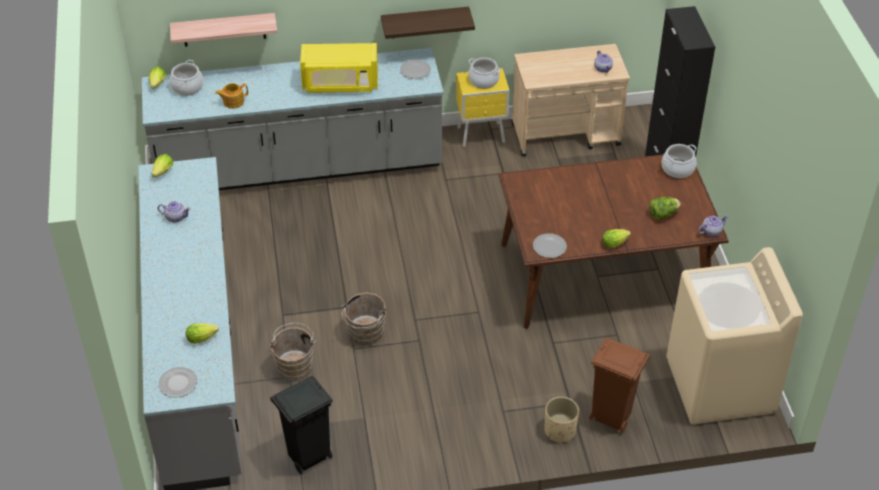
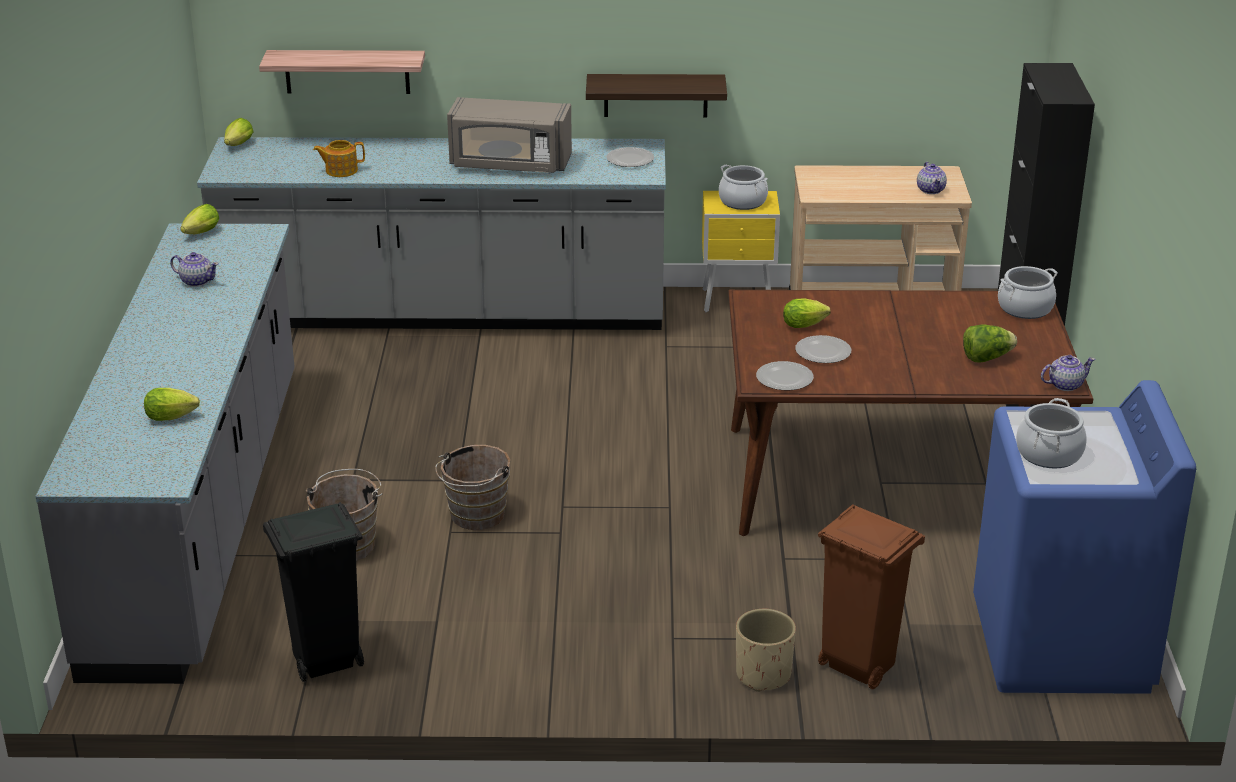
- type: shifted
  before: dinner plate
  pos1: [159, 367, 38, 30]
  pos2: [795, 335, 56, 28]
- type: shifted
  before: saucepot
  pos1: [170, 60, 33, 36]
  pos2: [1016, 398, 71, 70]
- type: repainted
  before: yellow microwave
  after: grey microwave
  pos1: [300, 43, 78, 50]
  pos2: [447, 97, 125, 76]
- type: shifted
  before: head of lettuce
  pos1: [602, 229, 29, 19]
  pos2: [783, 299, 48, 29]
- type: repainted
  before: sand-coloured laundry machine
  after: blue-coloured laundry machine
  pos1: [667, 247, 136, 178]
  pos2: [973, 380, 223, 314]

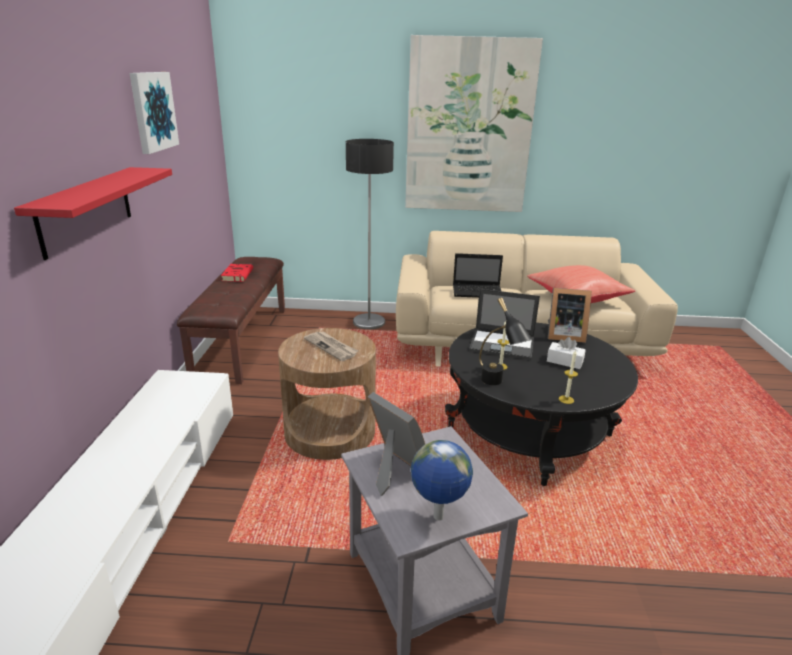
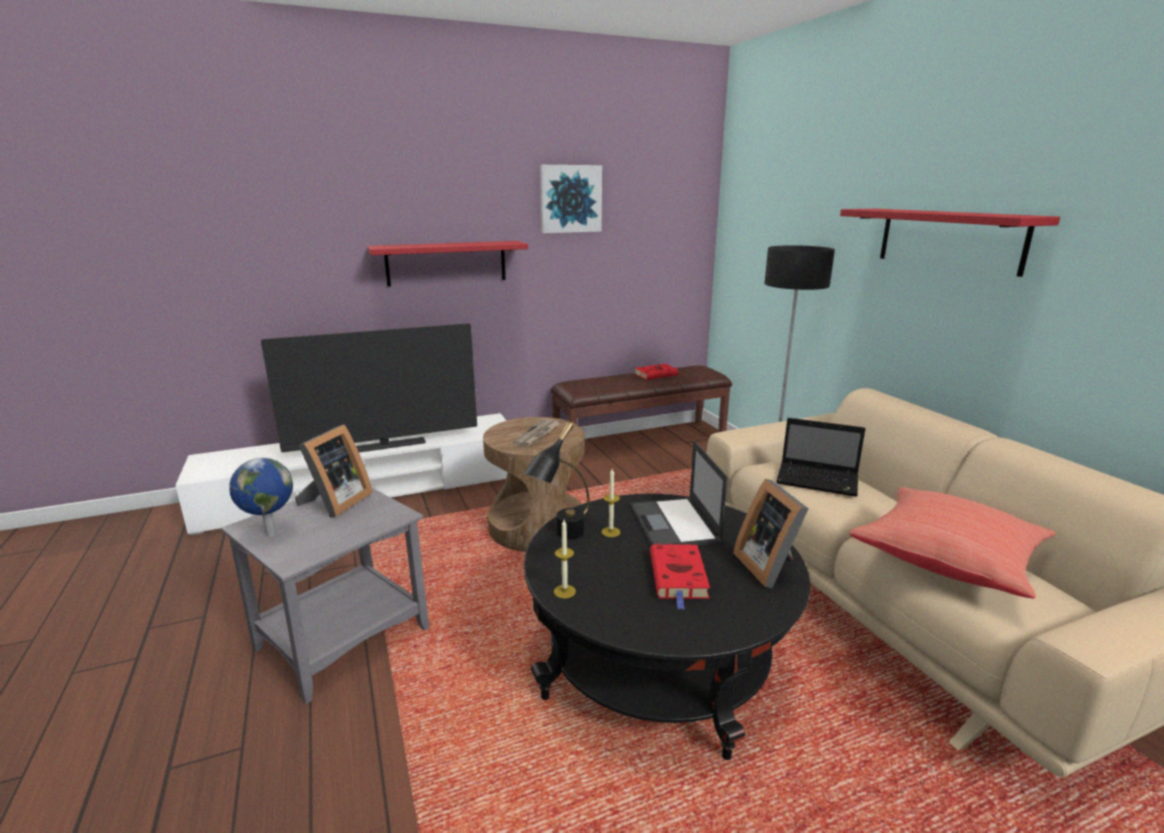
- type: swapped
  before: wall art
  after: red-coloured shelf
  pos1: [405, 35, 138, 177]
  pos2: [840, 209, 220, 68]
- type: rotated
  before: portable computer
  pos1: [453, 253, 50, 45]
  pos2: [776, 418, 89, 79]
  turn: -45
- type: swapped
  before: whitish tissue holder
  after: red-coloured book
  pos1: [547, 337, 39, 32]
  pos2: [650, 544, 60, 66]
- type: new
  after: TV
  pos2: [261, 323, 216, 130]

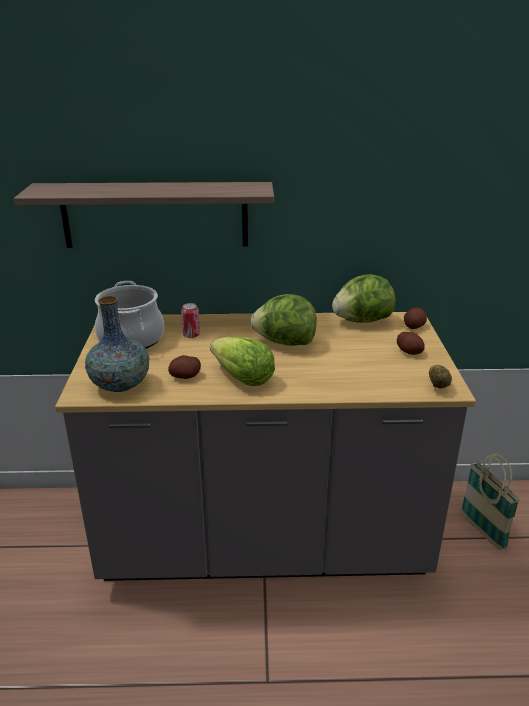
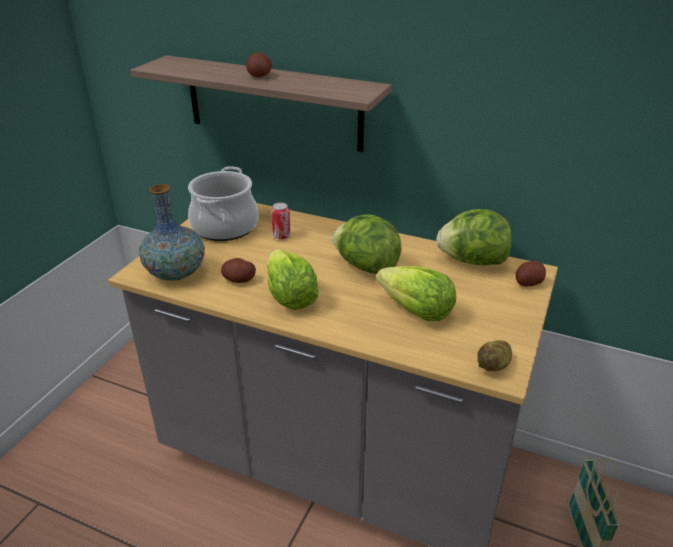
- type: shifted
  before: spud
  pos1: [397, 332, 28, 23]
  pos2: [246, 52, 26, 25]
- type: new
  after: head of lettuce
  pos2: [376, 266, 80, 55]

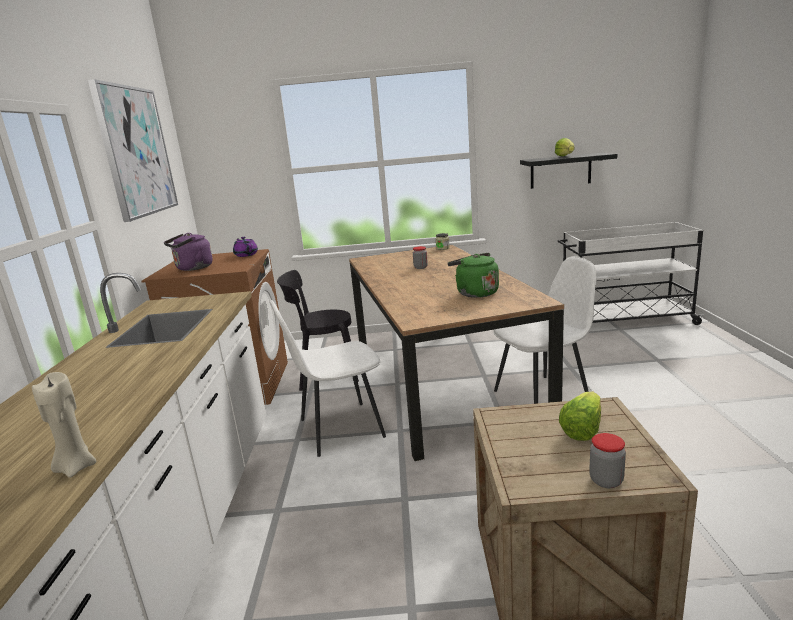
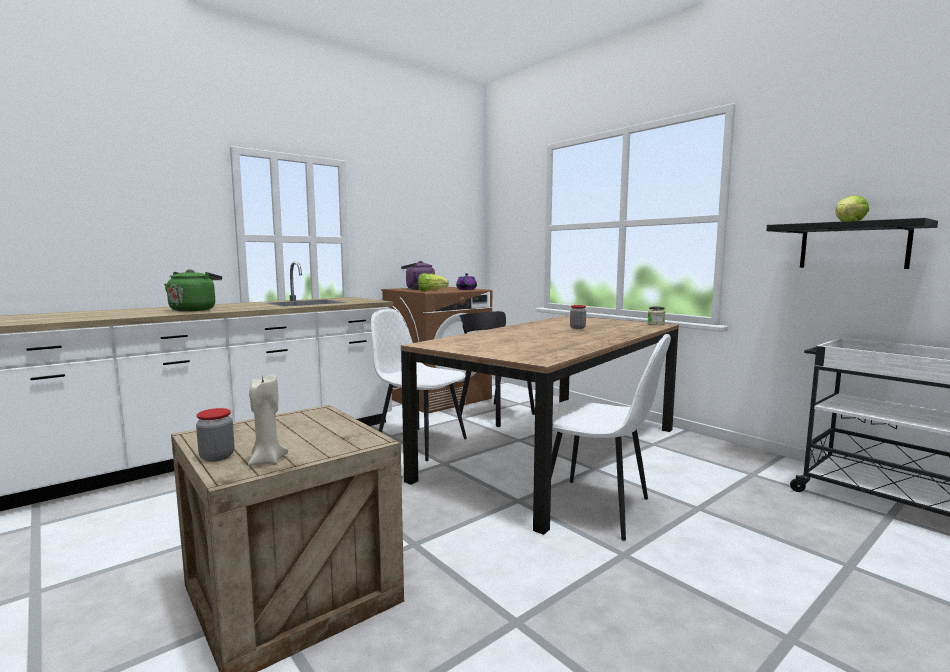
- type: shifted
  before: sand-coloured wax candle
  pos1: [32, 372, 64, 106]
  pos2: [248, 374, 40, 92]
- type: gone
  before: wall art
  pos1: [88, 79, 90, 143]
- type: shifted
  before: greenish tea kettle
  pos1: [448, 253, 51, 45]
  pos2: [164, 269, 58, 43]
- type: shifted
  before: head of lettuce
  pos1: [559, 392, 42, 49]
  pos2: [418, 273, 31, 19]

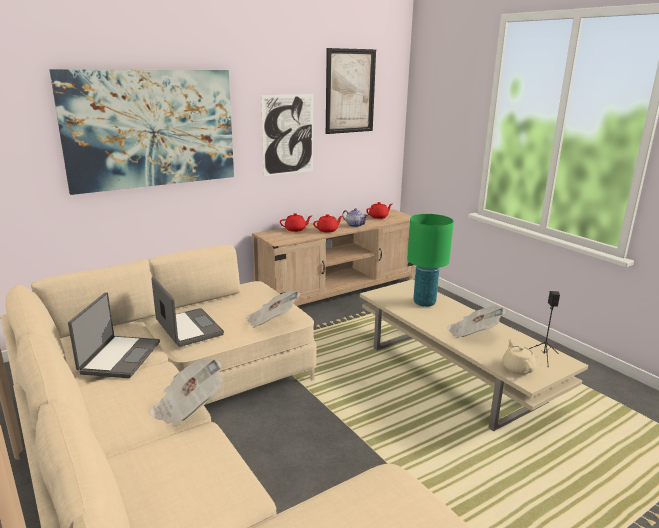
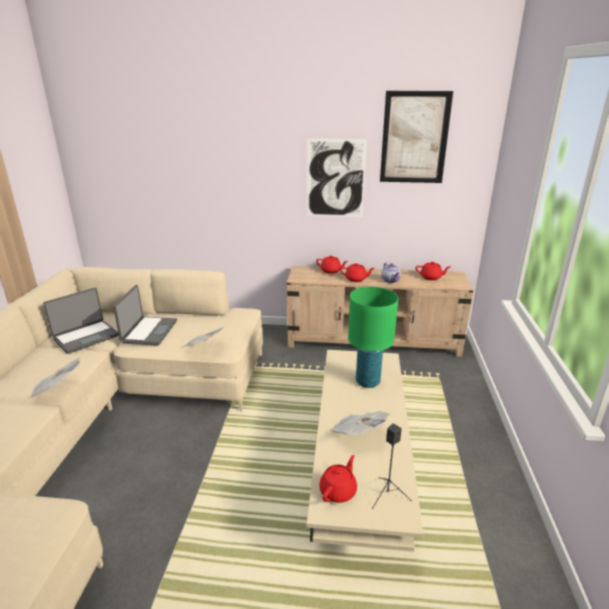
- type: gone
  before: wall art
  pos1: [49, 69, 185, 126]
- type: repainted
  before: sand-coloured pot for tea
  after: red-coloured pot for tea
  pos1: [502, 338, 34, 37]
  pos2: [319, 455, 38, 48]

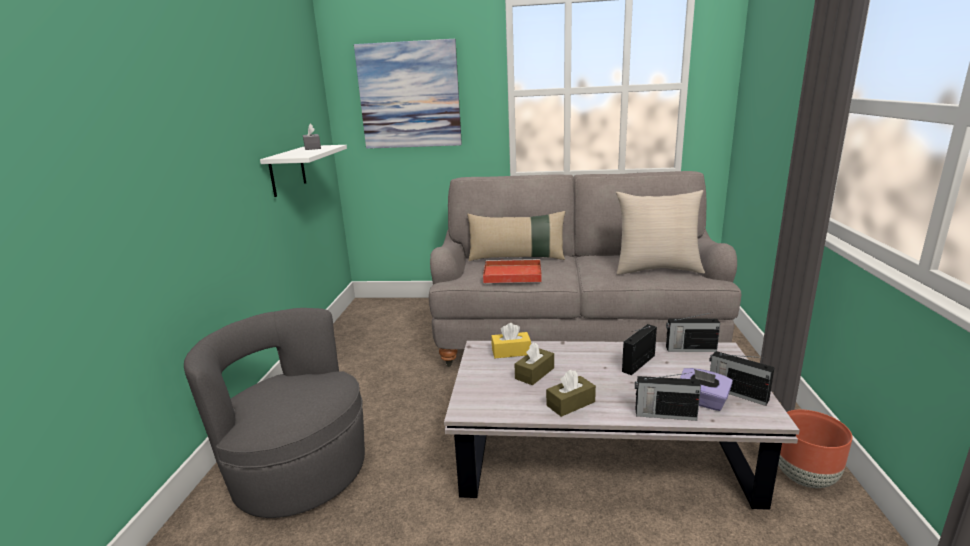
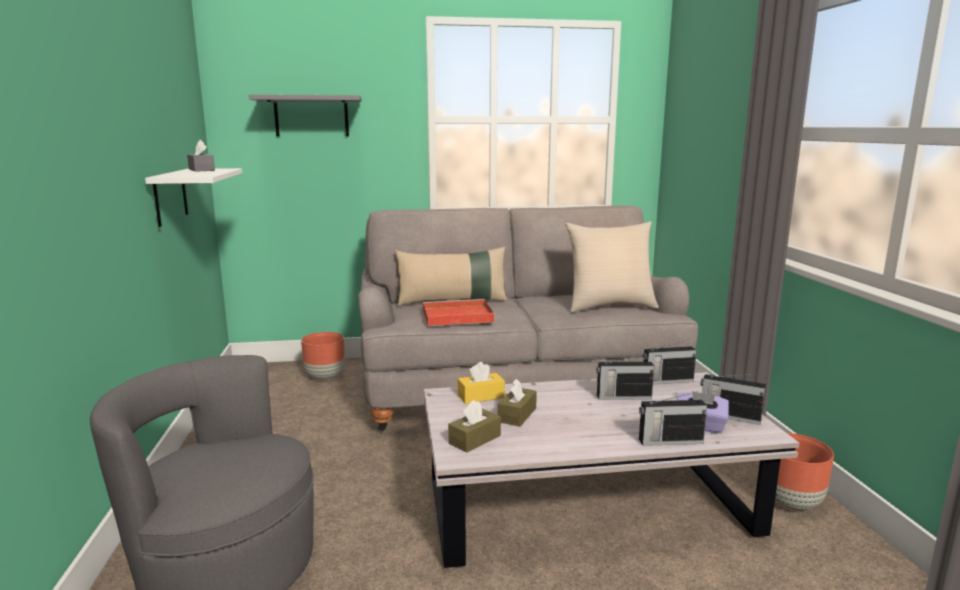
- type: swapped
  before: wall art
  after: grey shelf
  pos1: [354, 39, 108, 110]
  pos2: [249, 94, 113, 42]
- type: shifted
  before: brownish tissue holder
  pos1: [546, 370, 50, 47]
  pos2: [448, 400, 53, 52]
- type: rotated
  before: radio
  pos1: [622, 324, 35, 51]
  pos2: [596, 354, 58, 46]
  turn: -120
- type: new
  after: brownish planter
  pos2: [301, 332, 44, 48]

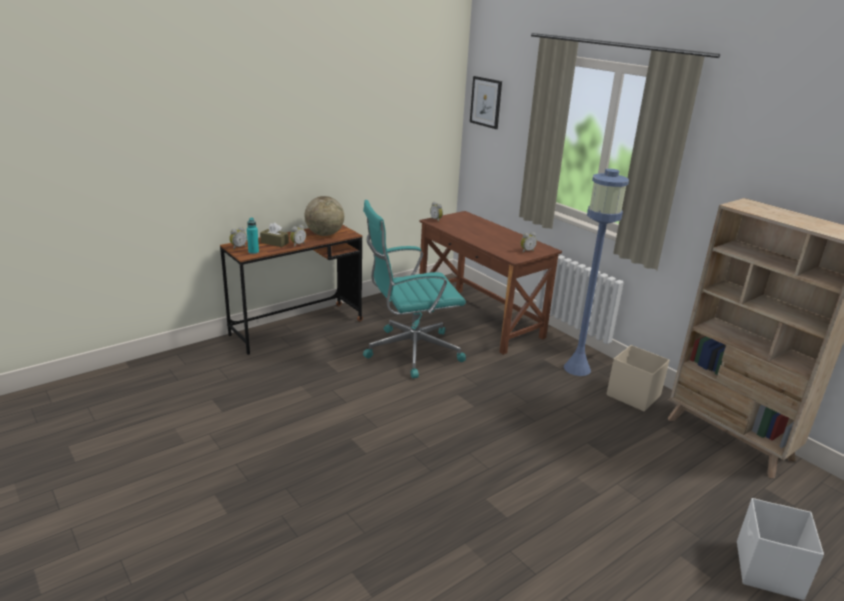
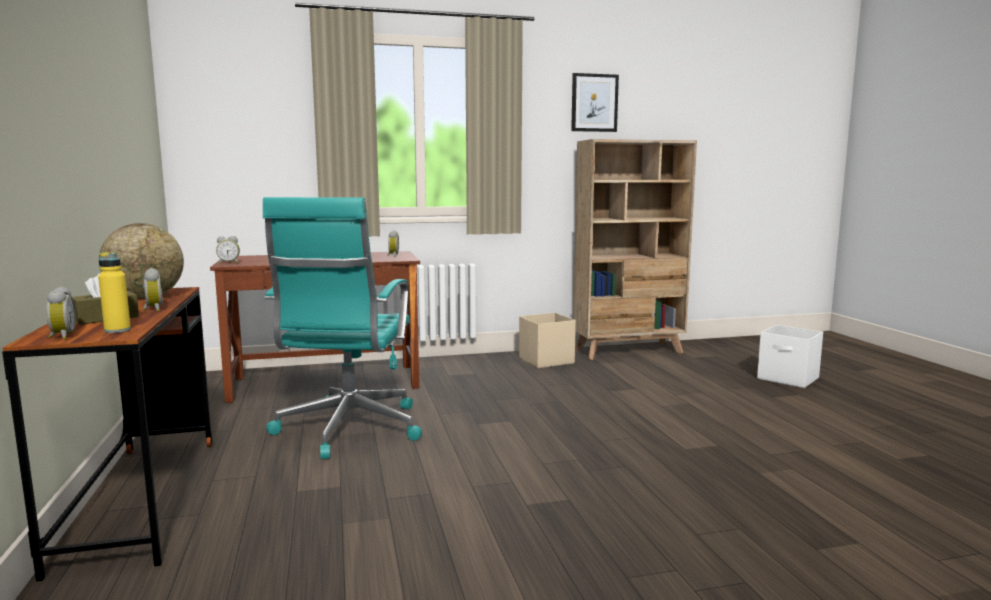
- type: repainted
  before: turquoise bottle
  after: yellow bottle
  pos1: [247, 218, 12, 36]
  pos2: [98, 252, 33, 81]
- type: shifted
  before: wall art
  pos1: [470, 76, 32, 53]
  pos2: [571, 73, 48, 59]
- type: gone
  before: blue-coloured standing lamp
  pos1: [564, 169, 65, 207]

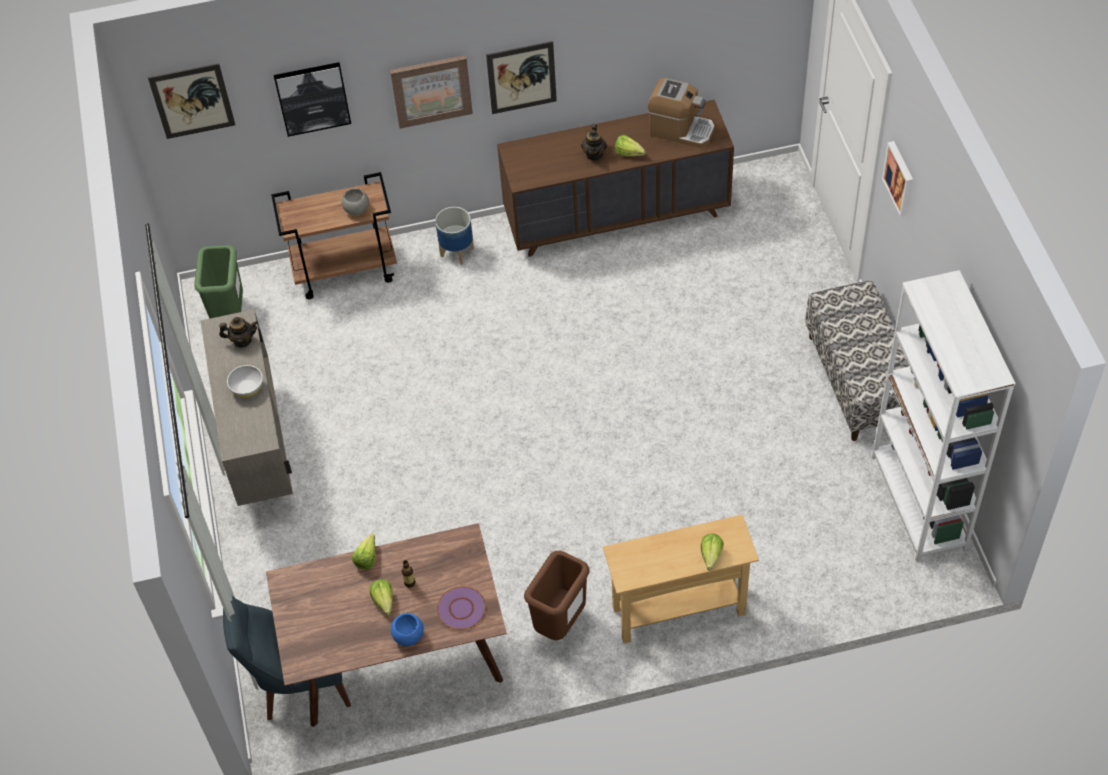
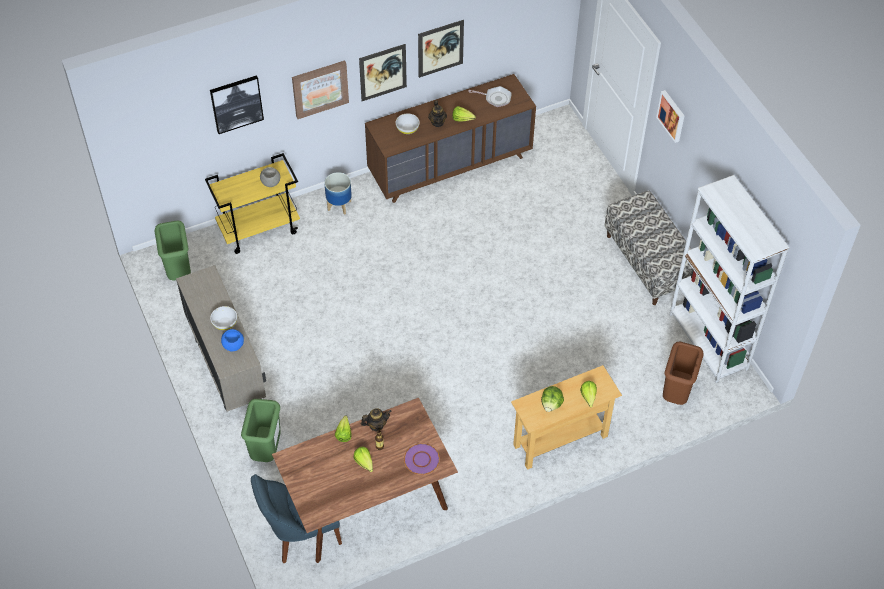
- type: shifted
  before: wall art
  pos1: [148, 63, 87, 76]
  pos2: [418, 20, 46, 58]
- type: shifted
  before: pot for tea
  pos1: [219, 317, 39, 31]
  pos2: [361, 408, 30, 23]
- type: repainted
  before: brownish cart
  after: yellow cart
  pos1: [271, 172, 126, 127]
  pos2: [205, 153, 95, 101]
- type: shifted
  before: blue-coloured serving bowl
  pos1: [391, 613, 33, 33]
  pos2: [221, 329, 23, 22]
- type: shifted
  before: brownish waste bin
  pos1: [524, 551, 65, 89]
  pos2: [663, 342, 41, 63]
- type: swapped
  before: coffee maker
  after: skillet
  pos1: [648, 78, 67, 70]
  pos2: [468, 86, 43, 21]
- type: new
  after: greenish waste bin
  pos2: [241, 399, 39, 63]
- type: new
  after: whitish serving bowl
  pos2: [396, 114, 24, 20]
- type: new
  after: head of lettuce
  pos2: [541, 386, 23, 26]

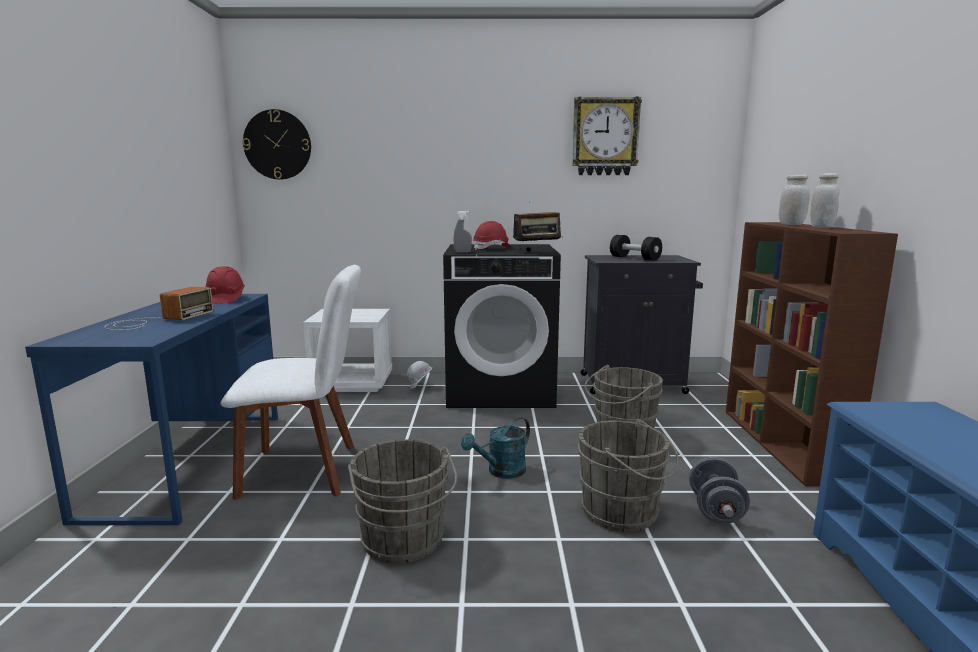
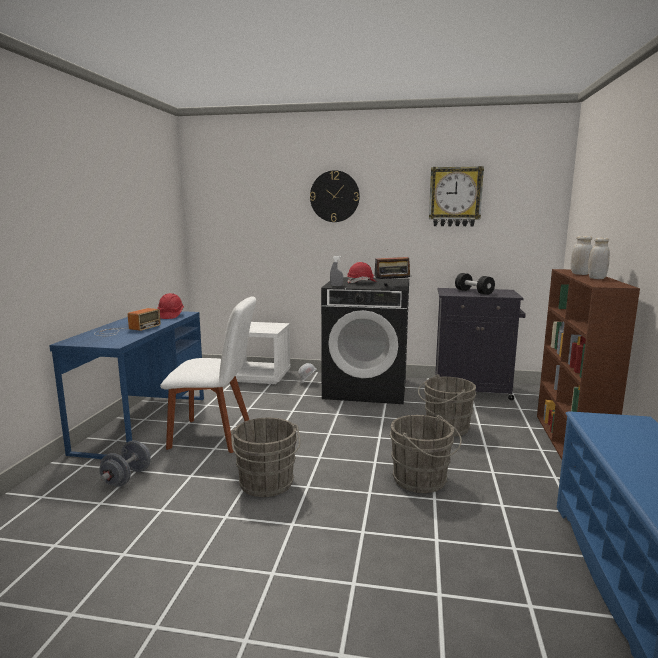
- type: shifted
  before: clock on the wall
  pos1: [242, 109, 69, 71]
  pos2: [310, 170, 50, 52]
- type: gone
  before: turquoise sprinkling can
  pos1: [461, 417, 69, 62]
- type: shifted
  before: grey dumbbell
  pos1: [689, 457, 61, 67]
  pos2: [99, 440, 52, 47]

